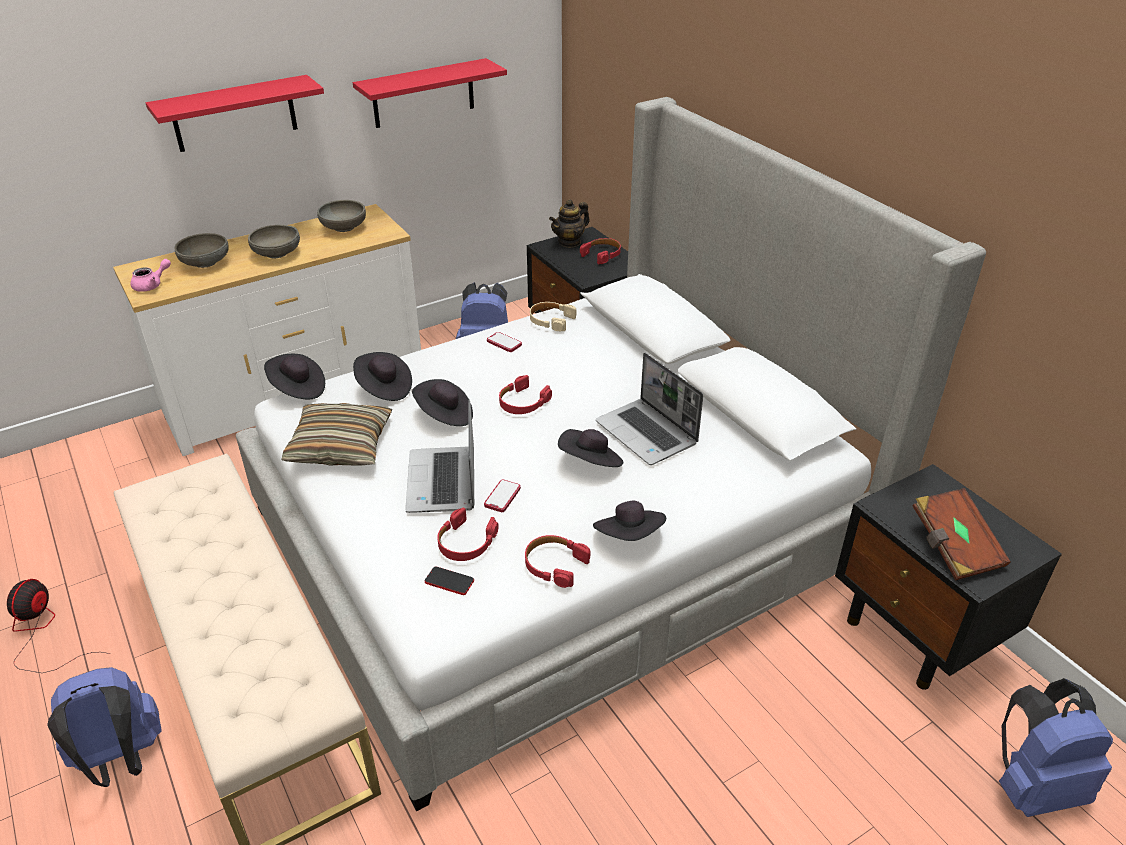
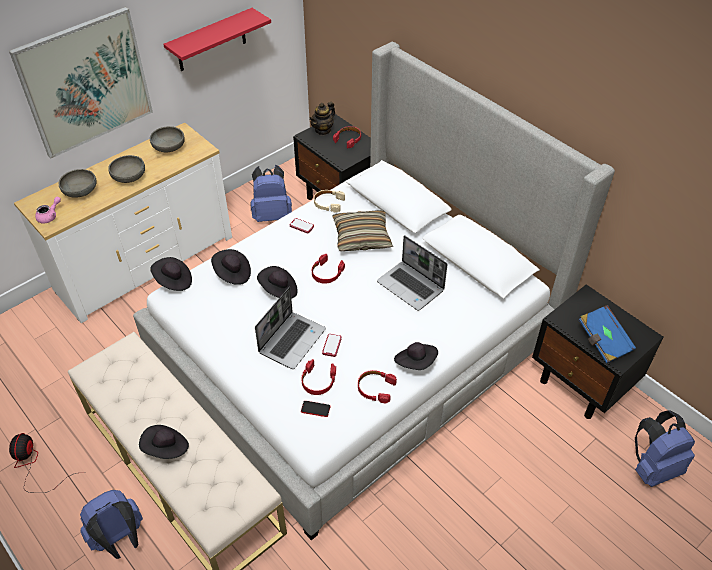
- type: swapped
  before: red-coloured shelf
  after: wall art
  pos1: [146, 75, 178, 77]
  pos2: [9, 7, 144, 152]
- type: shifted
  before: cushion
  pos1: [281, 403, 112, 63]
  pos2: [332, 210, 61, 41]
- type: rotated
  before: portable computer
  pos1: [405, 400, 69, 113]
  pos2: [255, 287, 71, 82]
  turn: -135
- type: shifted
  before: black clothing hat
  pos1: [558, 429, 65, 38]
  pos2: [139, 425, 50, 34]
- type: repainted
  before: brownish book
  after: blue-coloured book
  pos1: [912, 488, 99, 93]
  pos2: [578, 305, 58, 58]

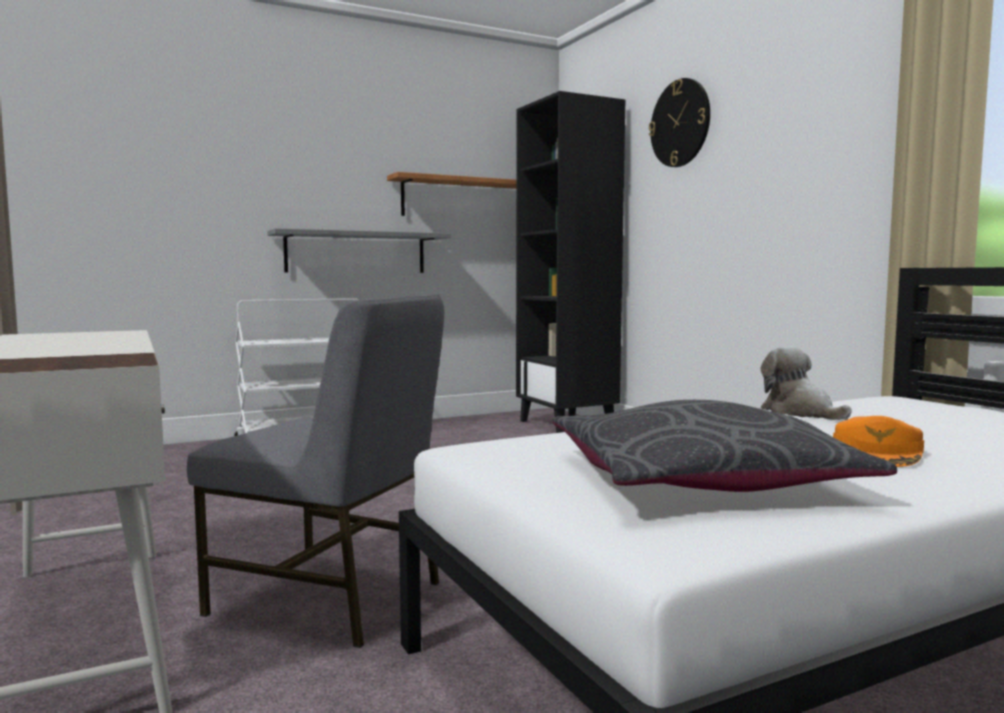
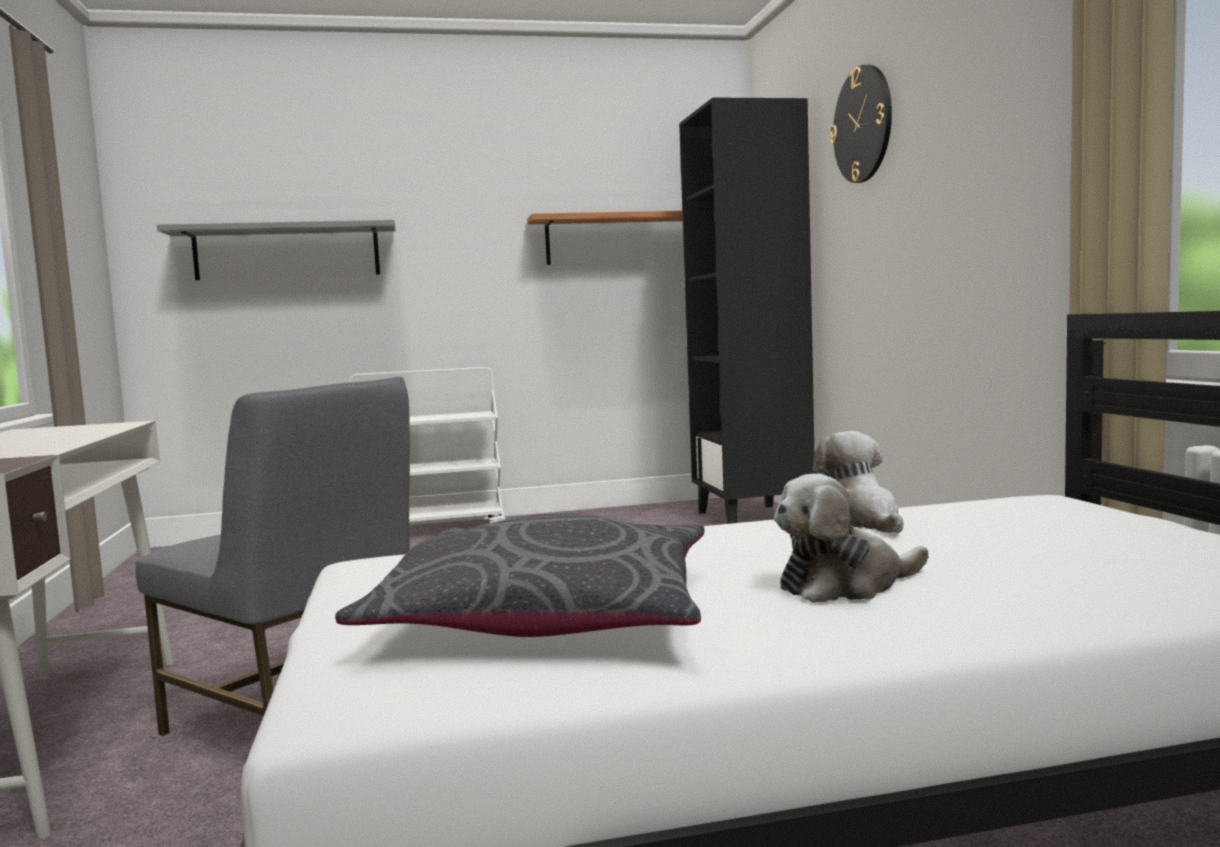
- type: shifted
  before: grey shelf
  pos1: [267, 228, 184, 45]
  pos2: [157, 220, 239, 60]
- type: swapped
  before: orange peaked cap
  after: plush toy
  pos1: [833, 416, 91, 51]
  pos2: [774, 474, 155, 129]

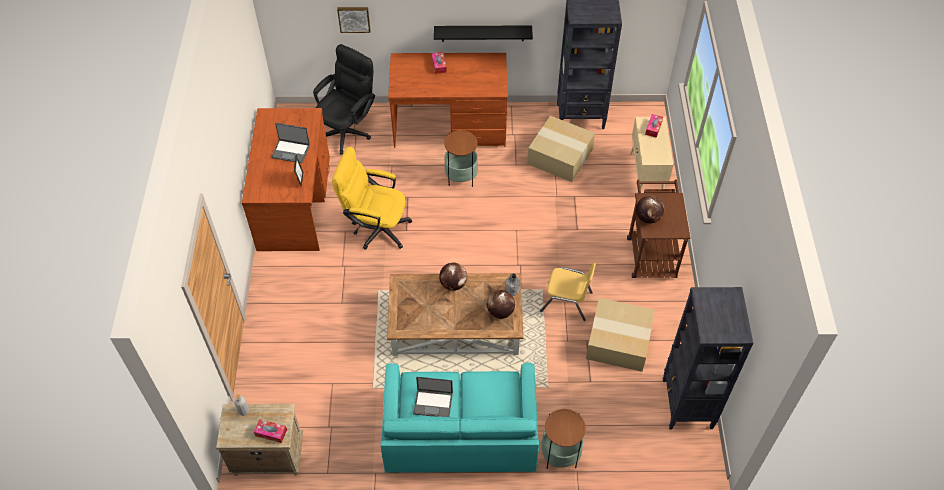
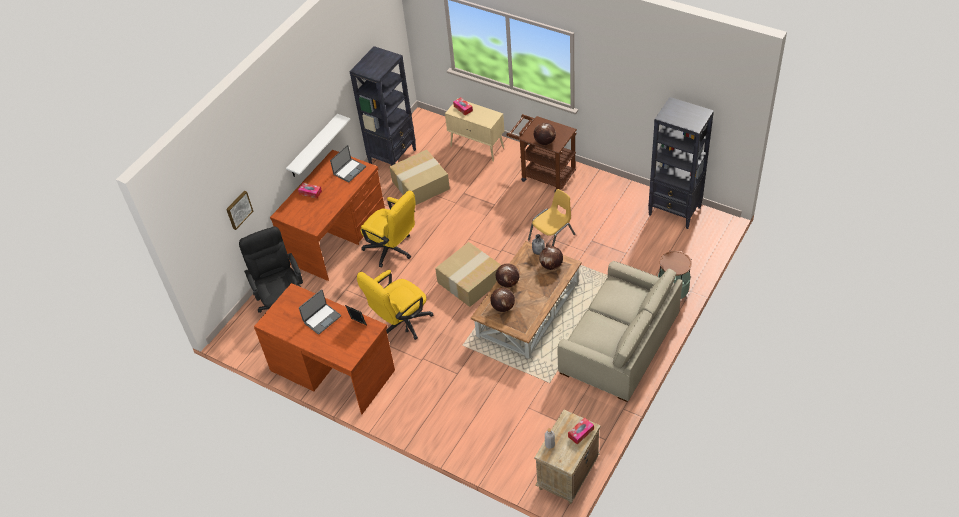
- type: repainted
  before: turquoise settee
  after: sand-coloured settee
  pos1: [381, 363, 158, 110]
  pos2: [558, 261, 125, 141]
- type: shifted
  before: portable computer
  pos1: [413, 377, 40, 40]
  pos2: [330, 145, 36, 38]
- type: repainted
  before: black shelf
  after: whitish shelf
  pos1: [434, 25, 99, 17]
  pos2: [286, 114, 65, 63]
- type: swapped
  before: end table
  after: yellow computer chair
  pos1: [444, 130, 34, 57]
  pos2: [360, 191, 56, 76]
- type: shifted
  before: carton
  pos1: [586, 298, 69, 74]
  pos2: [435, 242, 66, 65]
- type: new
  after: world globe
  pos2: [490, 288, 25, 24]

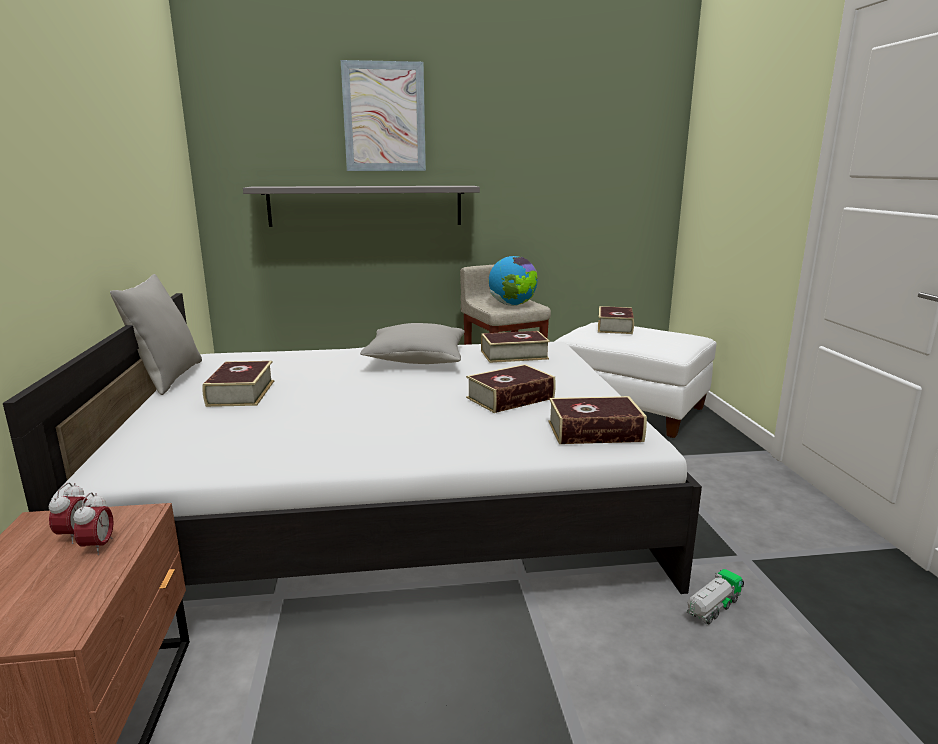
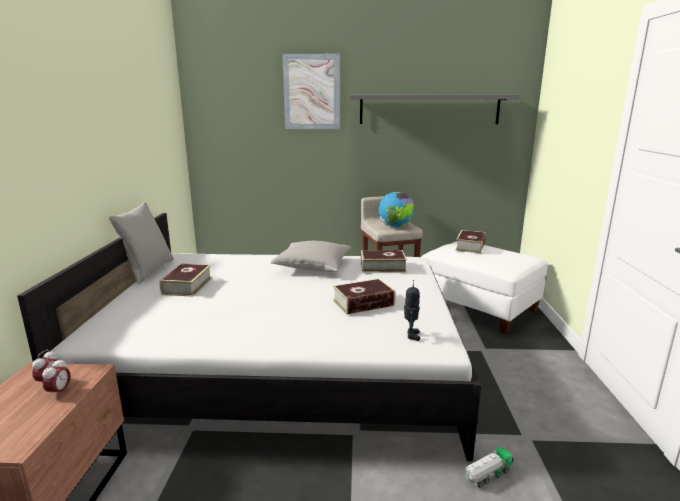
- type: shifted
  before: grey shelf
  pos1: [243, 186, 237, 41]
  pos2: [349, 95, 171, 29]
- type: swapped
  before: book
  after: robot figure
  pos1: [548, 396, 99, 48]
  pos2: [404, 280, 16, 61]

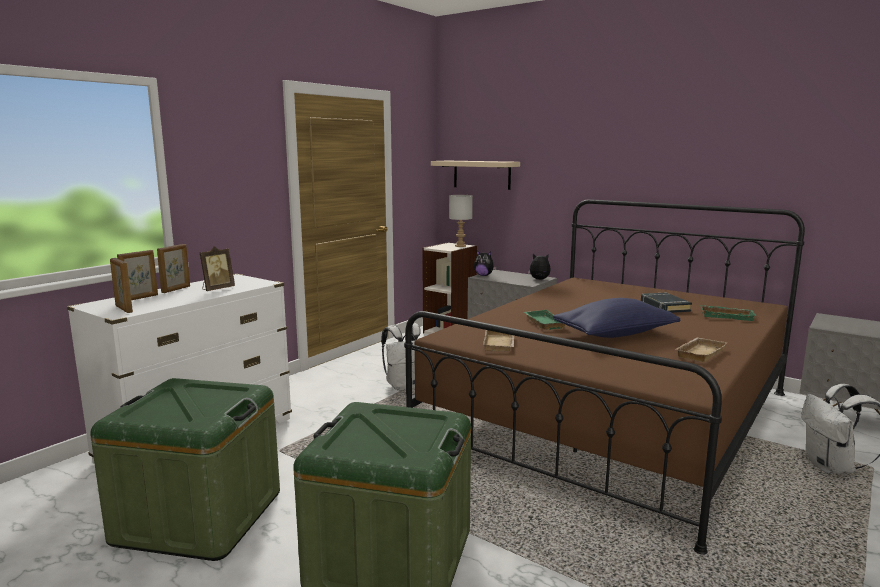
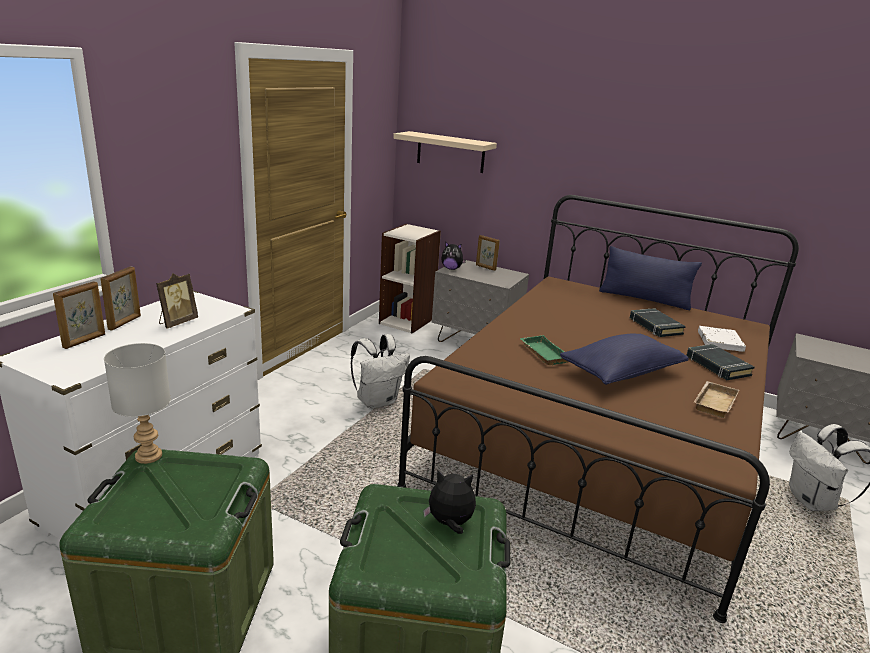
- type: shifted
  before: standing frame
  pos1: [110, 258, 23, 55]
  pos2: [476, 235, 24, 36]
- type: shifted
  before: grey lamp for a table
  pos1: [449, 195, 24, 52]
  pos2: [104, 343, 67, 121]
- type: gone
  before: sand-coloured carrying tray
  pos1: [483, 330, 31, 21]
- type: shifted
  before: plush toy
  pos1: [527, 254, 24, 26]
  pos2: [423, 471, 53, 63]
- type: swapped
  before: greenish carrying tray
  after: whitish book
  pos1: [700, 305, 56, 16]
  pos2: [698, 326, 48, 26]
- type: new
  after: blue-coloured cushion
  pos2: [599, 246, 103, 64]
- type: new
  after: black book
  pos2: [686, 344, 69, 36]

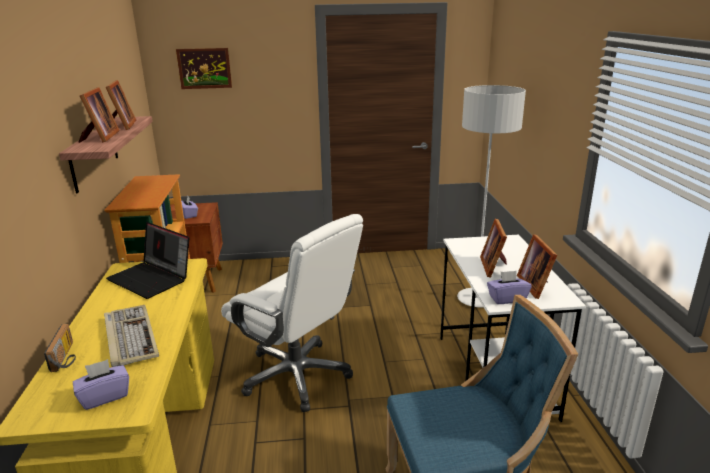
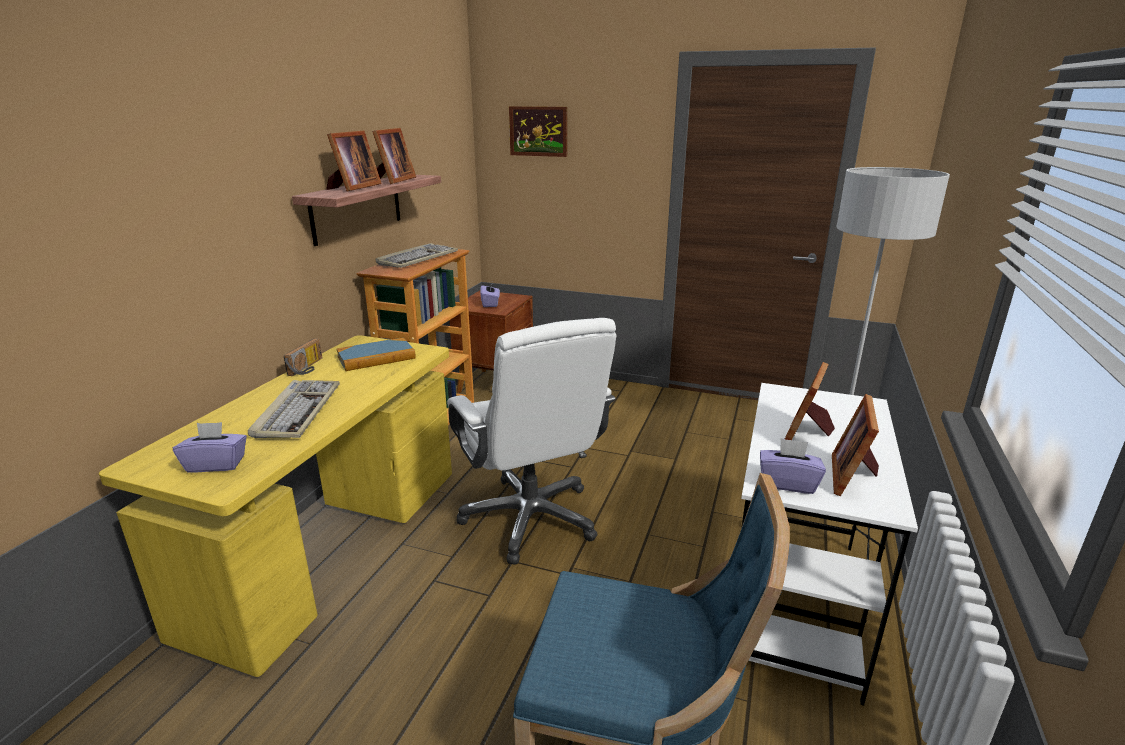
- type: shifted
  before: radio
  pos1: [44, 324, 32, 48]
  pos2: [284, 338, 38, 38]
- type: swapped
  before: portable computer
  after: book
  pos1: [106, 222, 83, 77]
  pos2: [336, 338, 80, 33]
- type: new
  after: computer keyboard
  pos2: [376, 243, 82, 25]

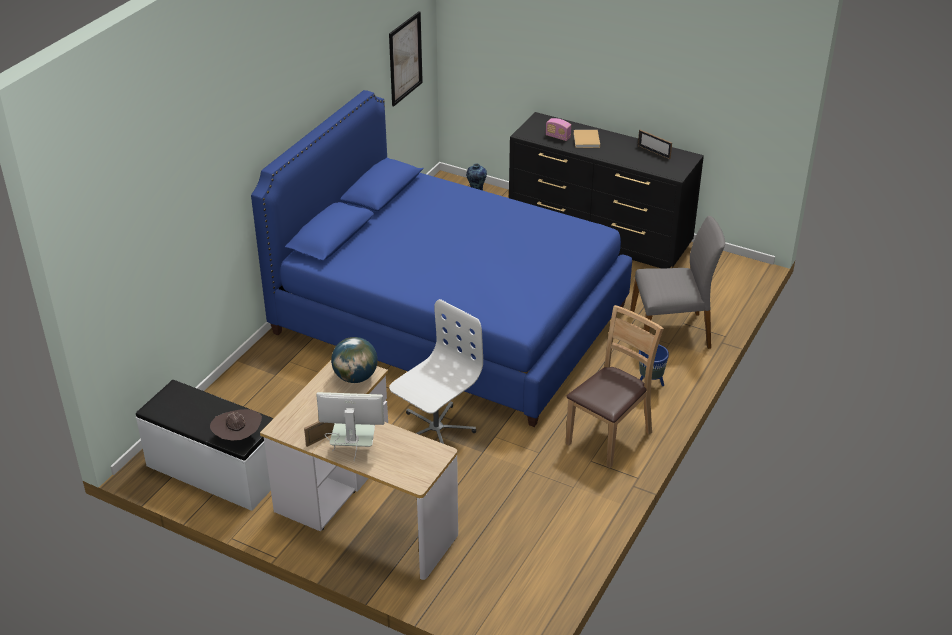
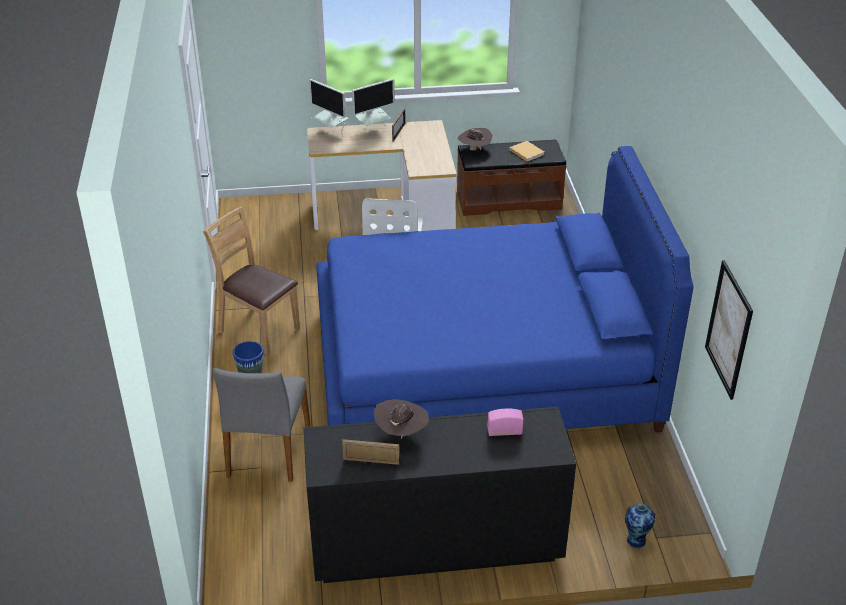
- type: repainted
  before: whitish long seat
  after: brownish long seat
  pos1: [136, 380, 138, 131]
  pos2: [457, 139, 110, 77]
- type: gone
  before: world globe
  pos1: [331, 337, 47, 46]
- type: rotated
  before: brownish upright chair
  pos1: [566, 305, 98, 163]
  pos2: [203, 207, 97, 148]
  turn: 120
- type: shifted
  before: sand-coloured book
  pos1: [574, 130, 26, 18]
  pos2: [509, 141, 36, 21]
- type: rotated
  before: grey upright chair
  pos1: [630, 216, 95, 133]
  pos2: [213, 368, 97, 114]
  turn: -45
- type: new
  after: computer screen
  pos2: [309, 79, 39, 59]
- type: new
  after: brownish clothing hat
  pos2: [374, 399, 55, 40]

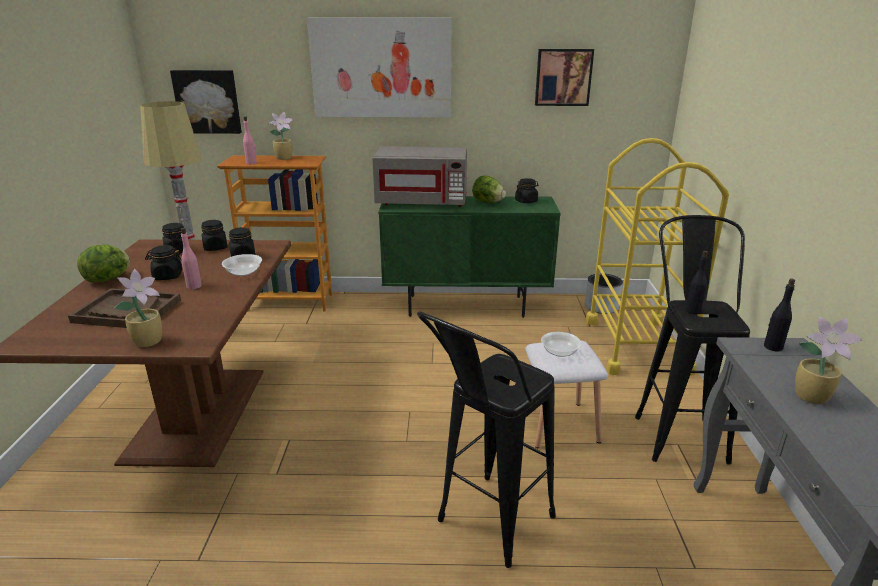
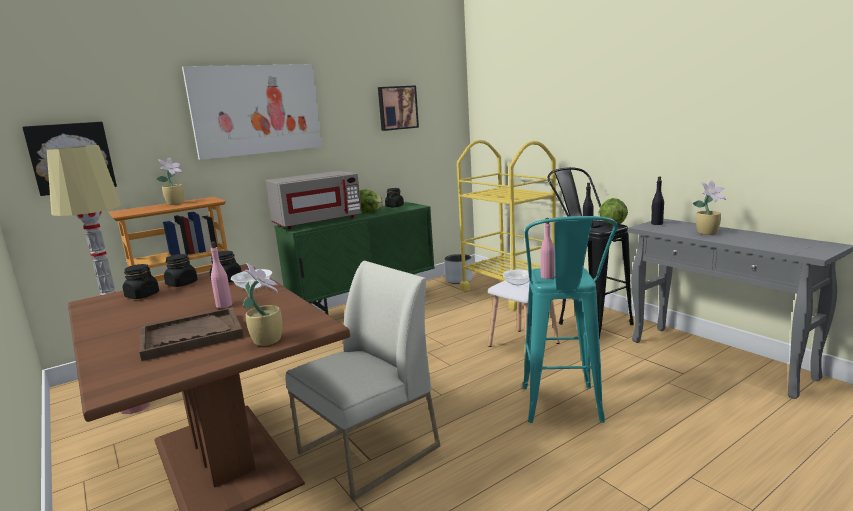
- type: shifted
  before: head of lettuce
  pos1: [77, 245, 53, 37]
  pos2: [599, 198, 29, 28]
- type: gone
  before: black preserve jar
  pos1: [145, 245, 37, 35]
- type: shifted
  before: pink bottle
  pos1: [243, 116, 14, 48]
  pos2: [540, 218, 15, 61]
- type: repainted
  before: black stool seat
  after: turquoise stool seat
  pos1: [417, 311, 139, 257]
  pos2: [523, 216, 95, 207]
- type: new
  after: whitish upright chair
  pos2: [286, 261, 154, 240]

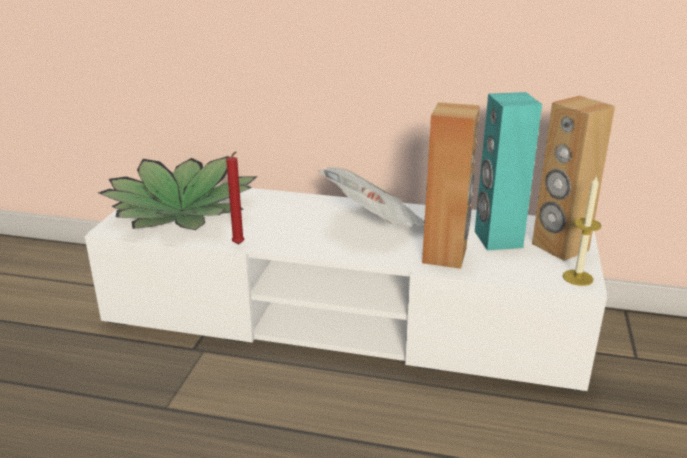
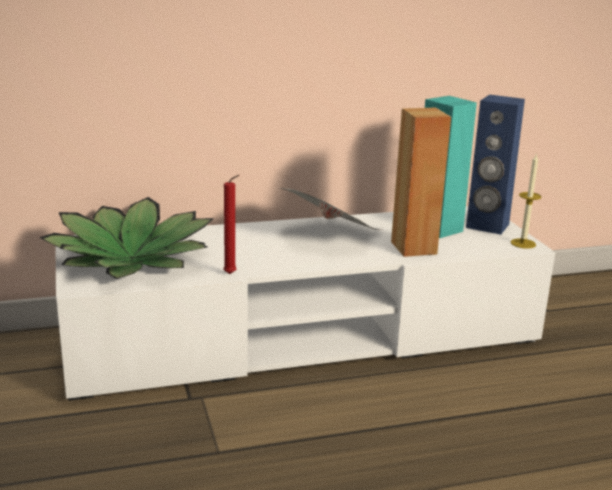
- type: repainted
  before: brownish speaker
  after: blue-coloured speaker
  pos1: [532, 96, 83, 165]
  pos2: [466, 95, 59, 140]

